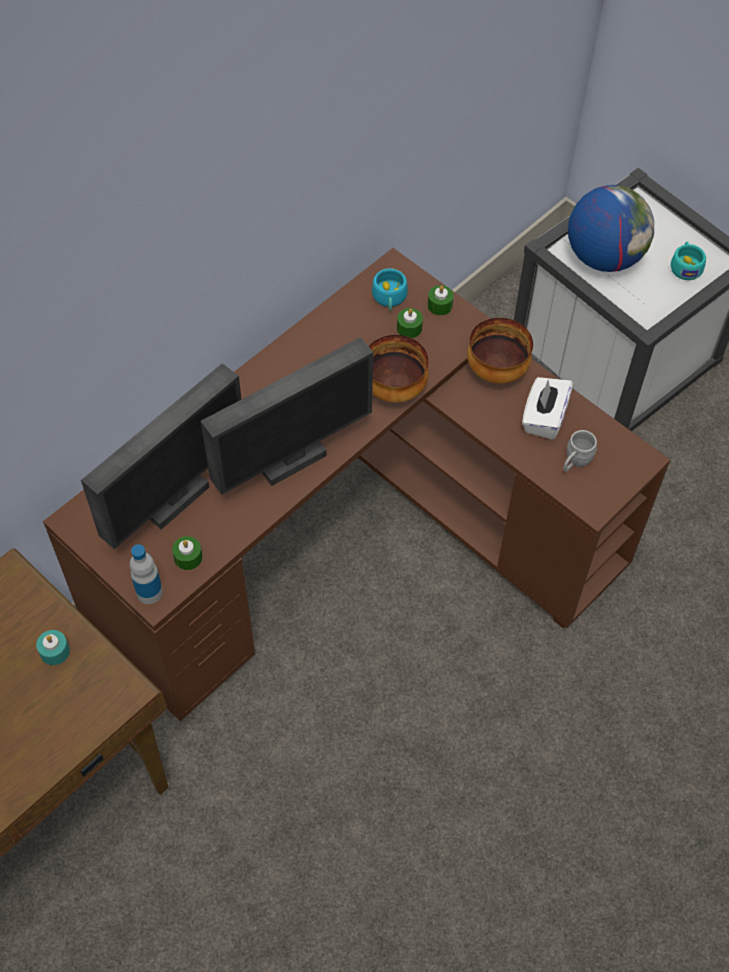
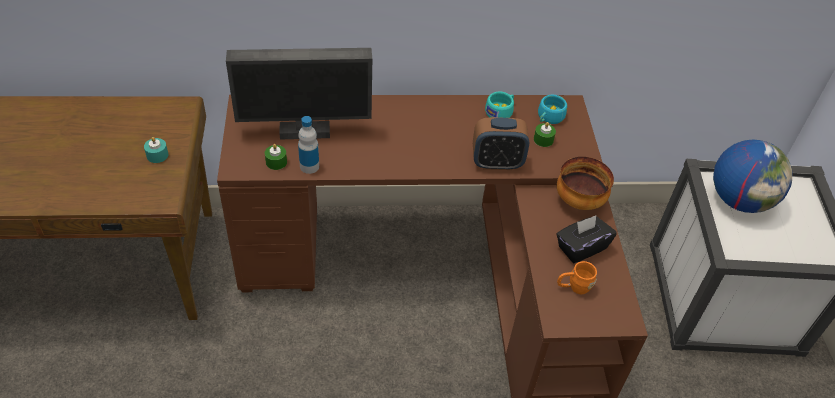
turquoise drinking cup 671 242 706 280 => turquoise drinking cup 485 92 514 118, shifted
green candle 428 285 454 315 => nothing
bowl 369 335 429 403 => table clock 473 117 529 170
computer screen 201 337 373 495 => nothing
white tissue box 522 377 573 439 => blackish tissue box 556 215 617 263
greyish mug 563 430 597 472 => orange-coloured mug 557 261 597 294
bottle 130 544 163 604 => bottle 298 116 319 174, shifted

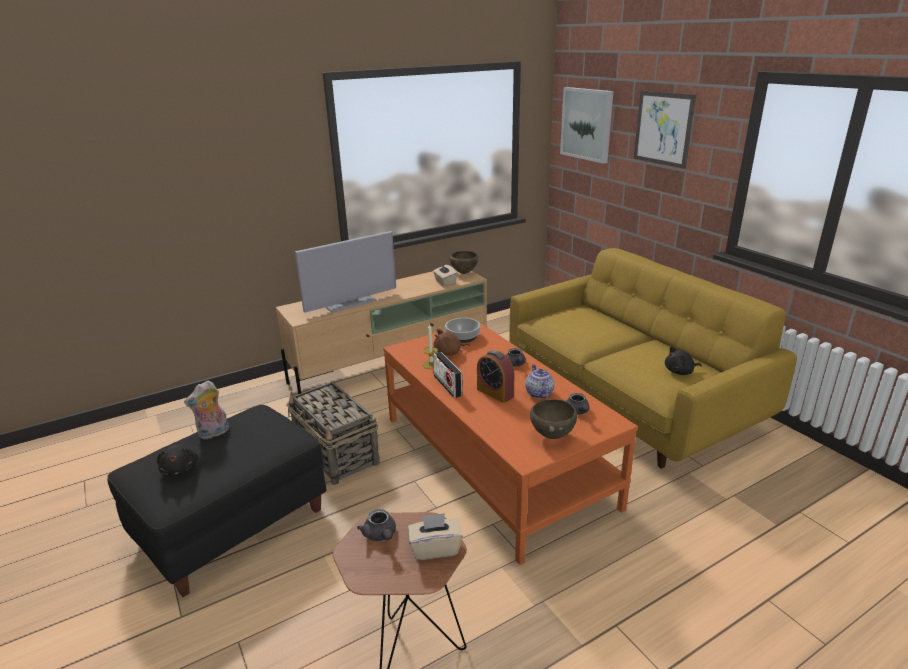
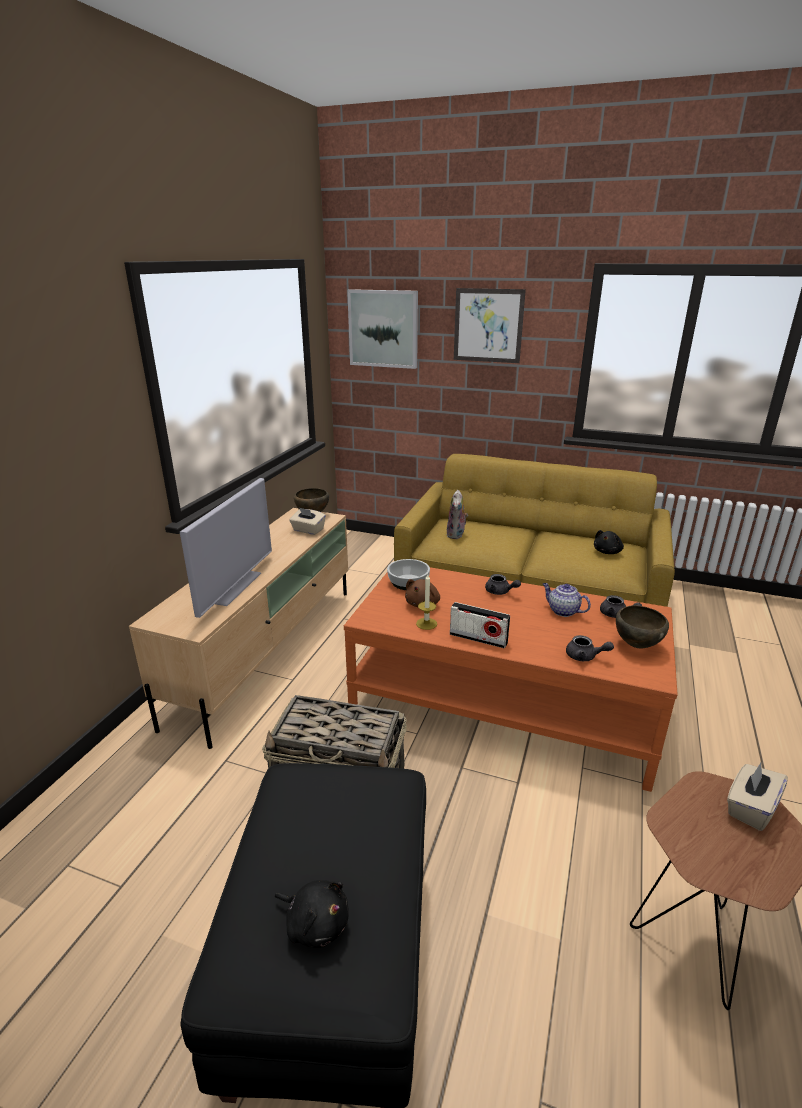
table clock 477 350 515 403 => nothing
soft toy 184 380 229 439 => soft toy 446 490 468 539, shifted
greyish teapot 357 509 396 541 => greyish teapot 566 635 614 661, shifted

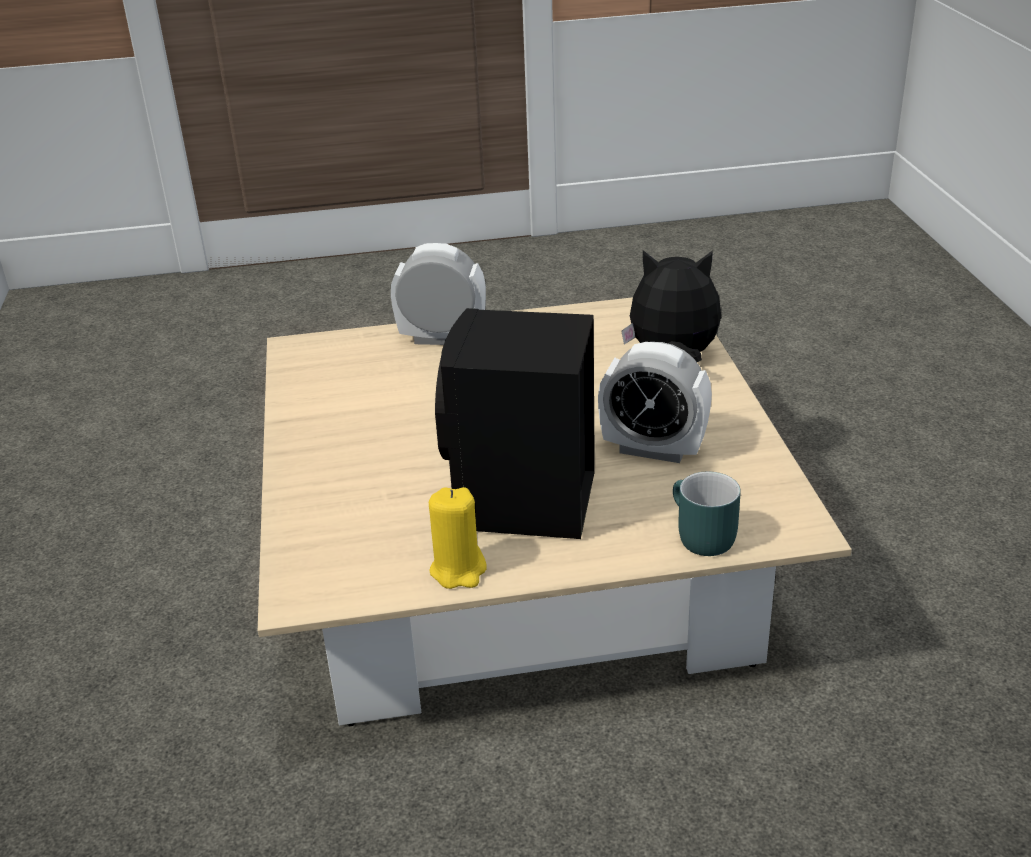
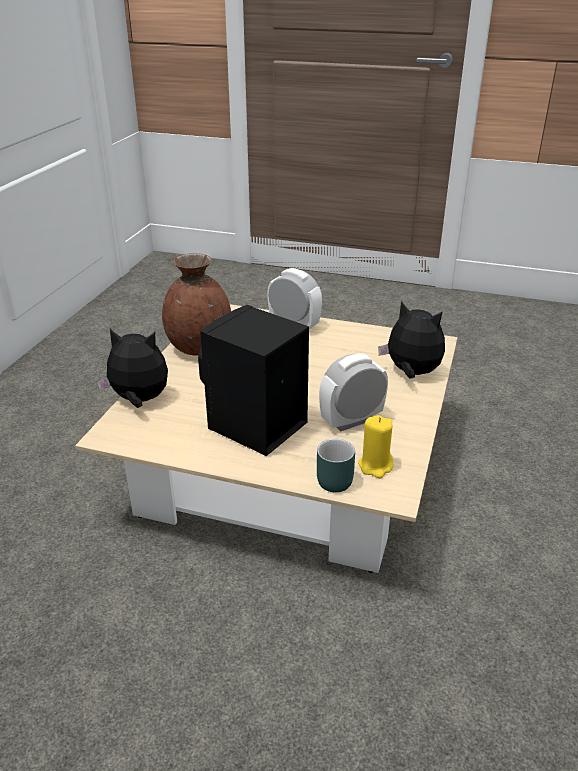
table clock 598 342 712 463 => table clock 319 353 388 431, 105 degrees clockwise
yellow candle 429 487 487 589 => yellow candle 358 415 393 478, shifted
nothing => brown vase 162 253 231 356
nothing => soft toy 97 329 168 408

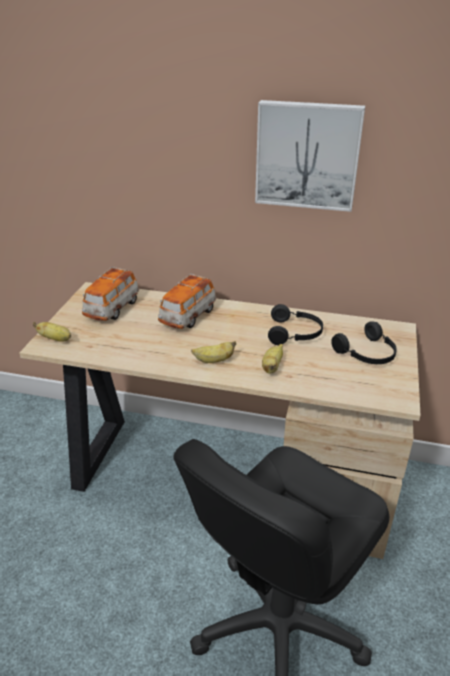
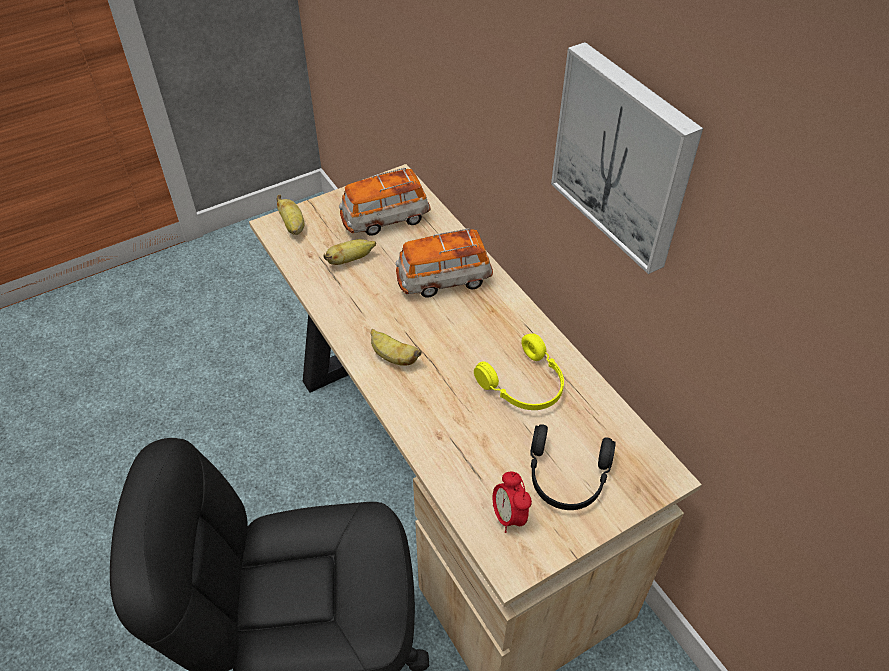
blackish pair of headphones 268 304 323 345 => yellow pair of headphones 474 333 564 410
banana 262 344 283 374 => banana 324 239 376 265, shifted
nothing => table clock 493 472 532 533

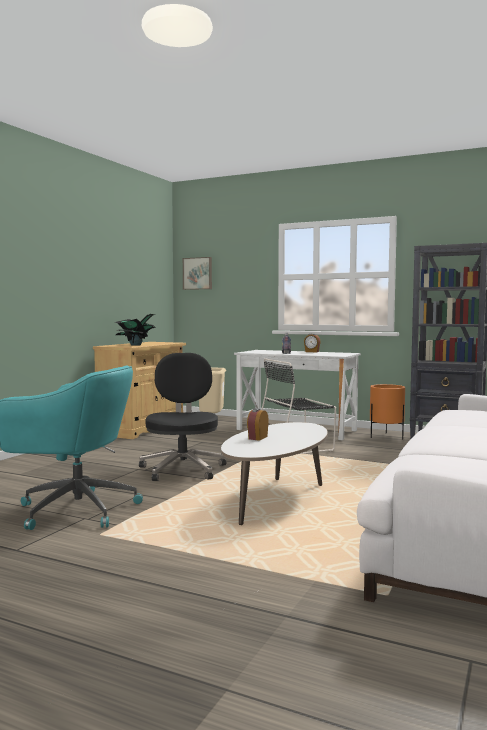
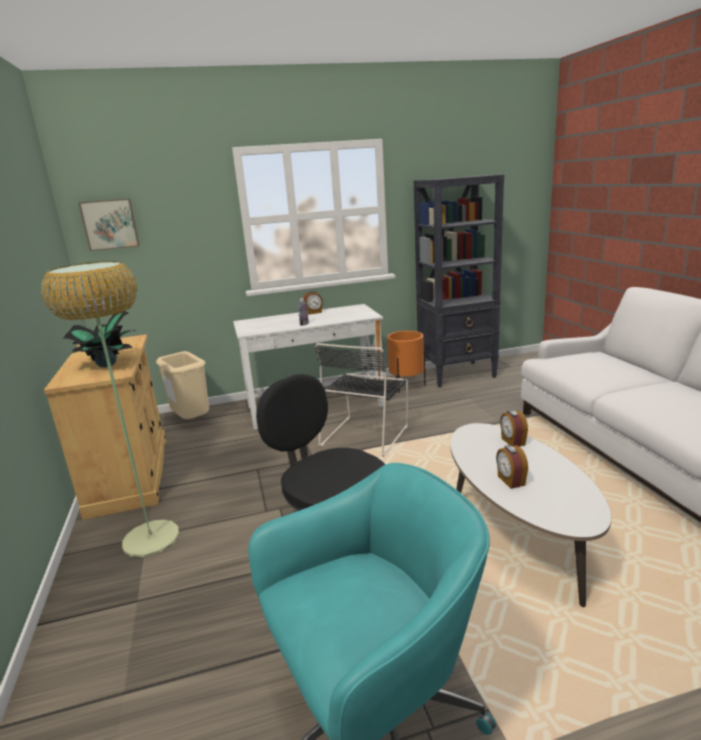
nothing => standing lamp 41 261 180 557
nothing => table clock 500 410 528 447

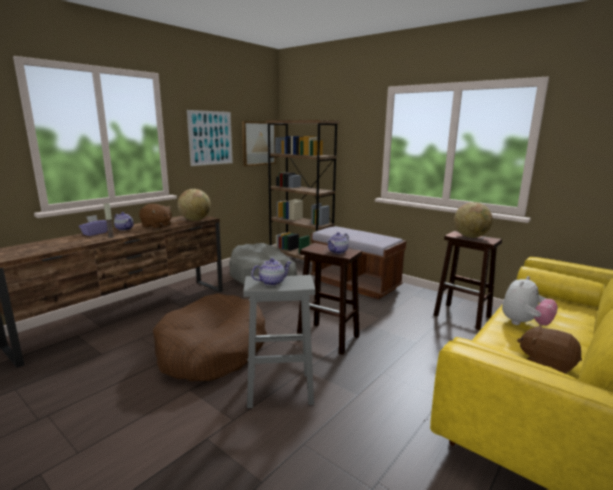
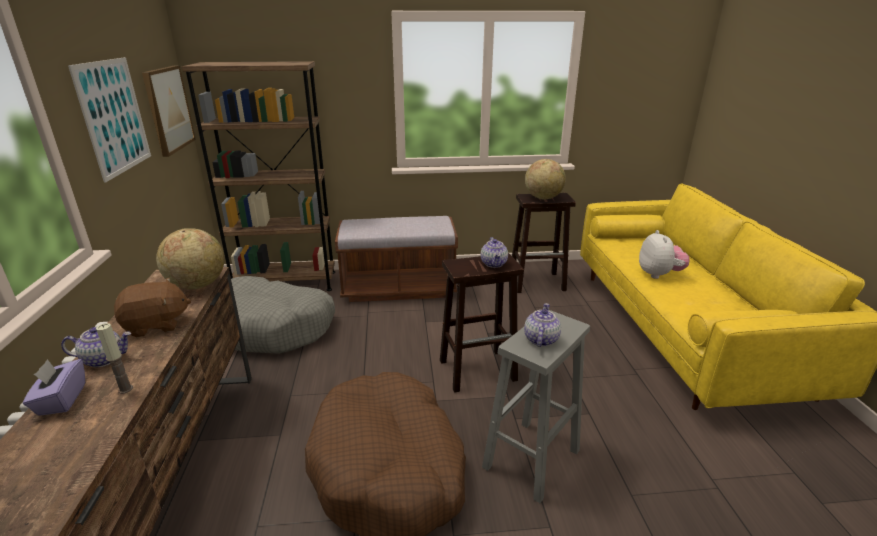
brown soft toy 517 324 582 374 => nothing

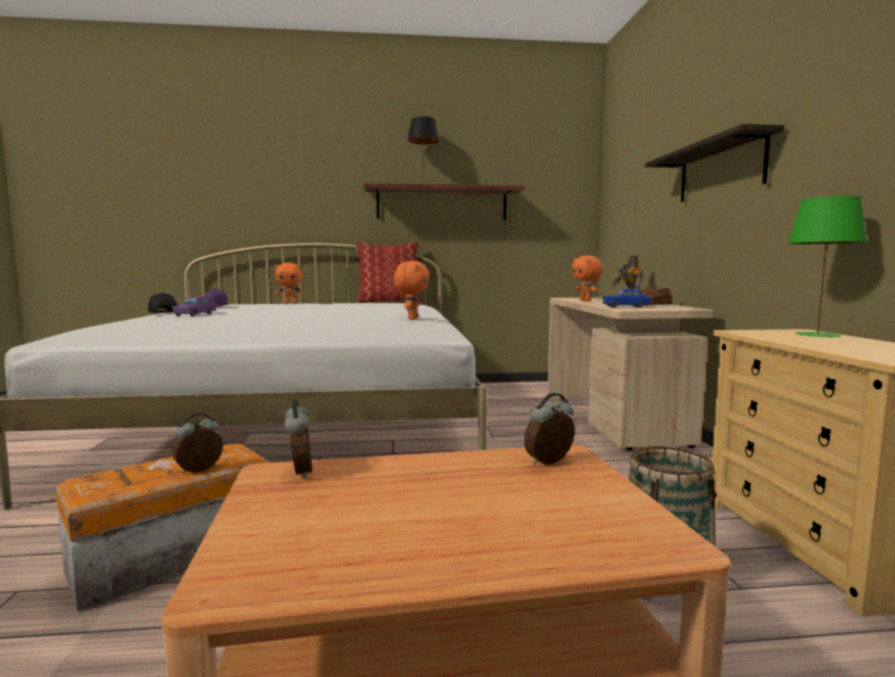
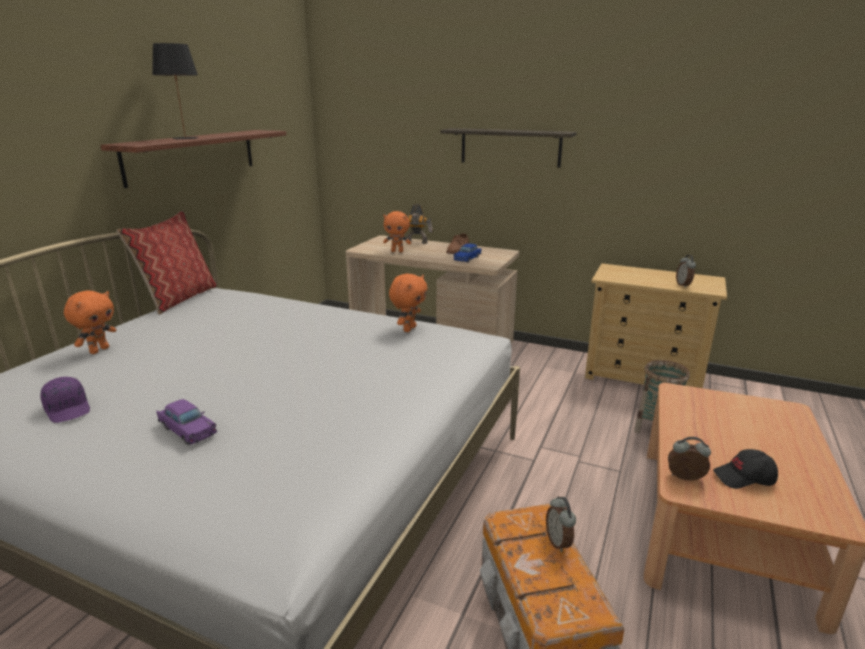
green tabletop lamp 788 196 867 338 => nothing
orange-coloured soft toy 394 261 430 320 => orange-coloured soft toy 389 274 428 332, 75 degrees clockwise
blackish cap 148 293 177 313 => blackish cap 713 449 778 489, shifted
table clock 524 393 575 465 => table clock 676 255 696 288, shifted

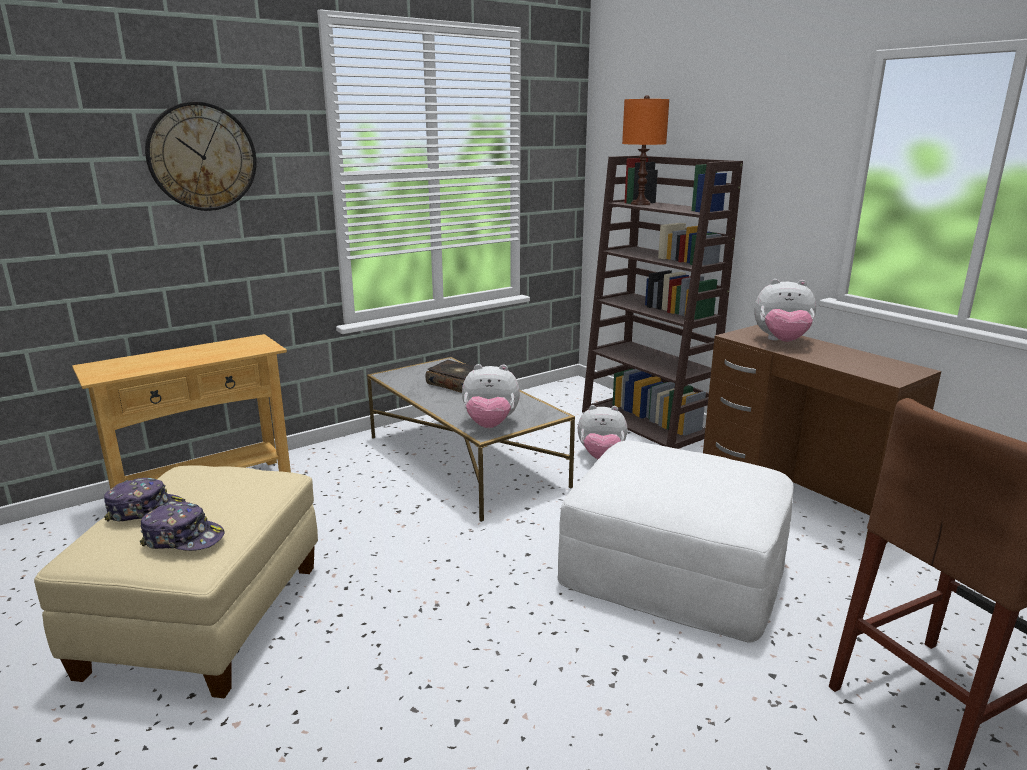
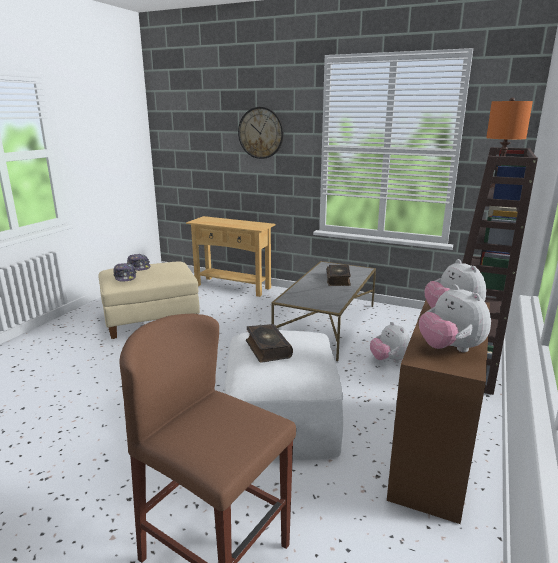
soft toy 462 364 520 428 => soft toy 419 284 491 352, shifted
nothing => bound book 246 324 293 363

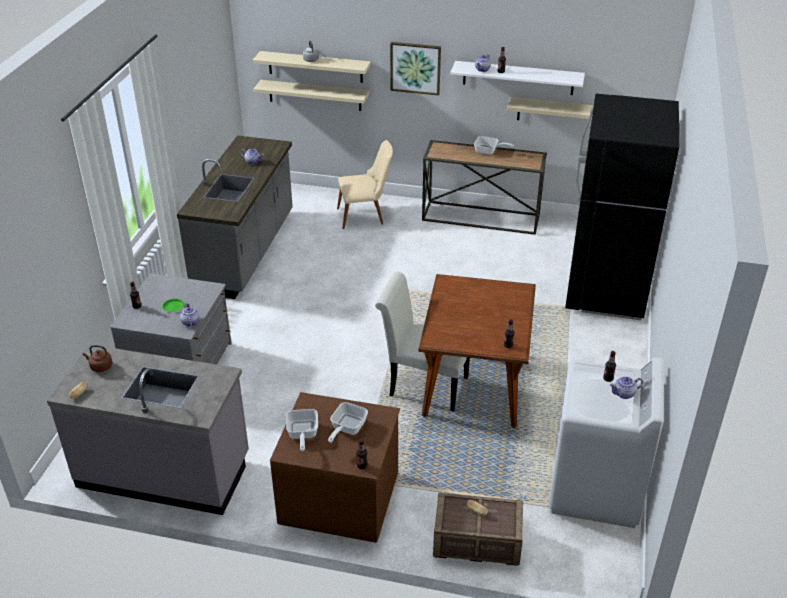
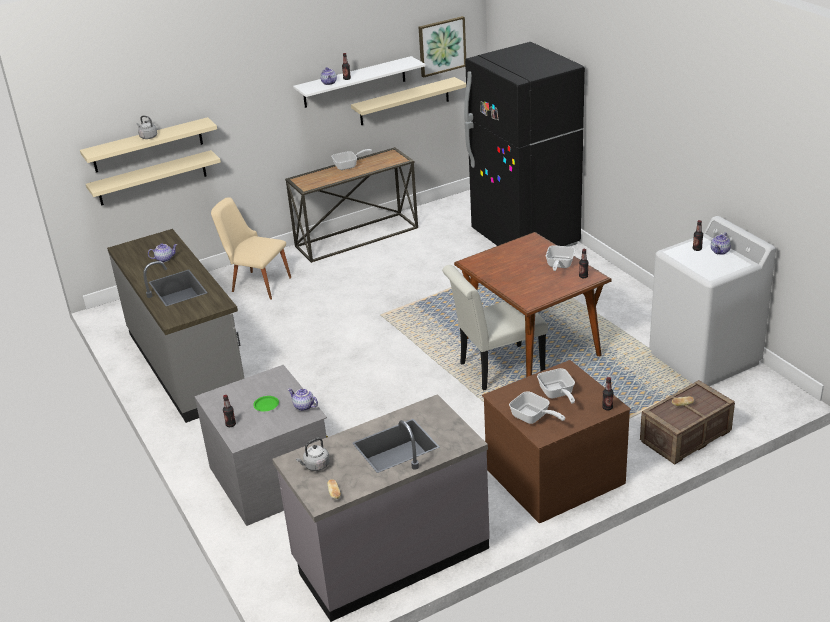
wall picture 390 42 441 95 => wall picture 419 16 466 78, shifted
beige chair 337 140 393 229 => beige chair 211 197 291 300, 105 degrees counterclockwise
brown tea kettle 83 345 113 372 => greyish tea kettle 296 438 330 471
nothing => skillet 546 245 575 271

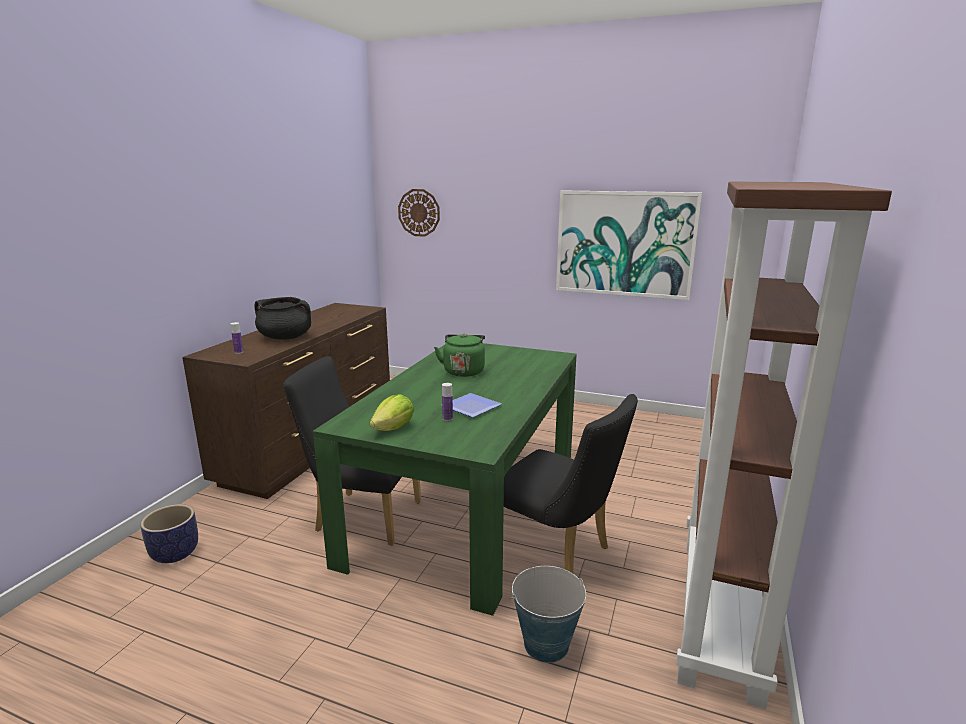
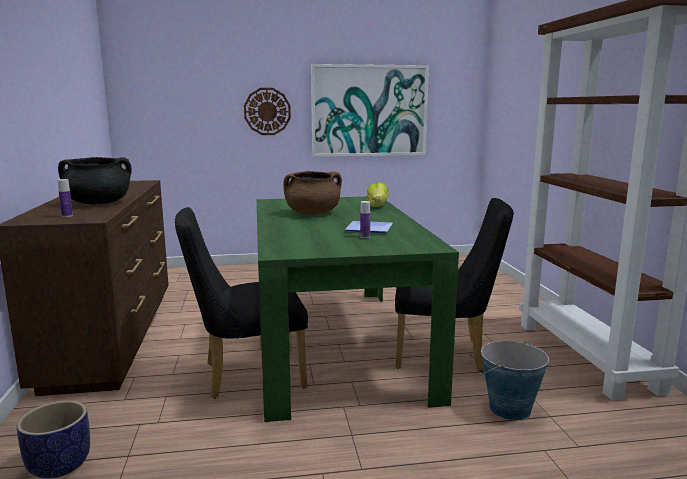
wall clock 398 189 440 237 => wall clock 244 88 291 135, shifted
green tea kettle 434 333 485 377 => brown stockpot 283 171 342 214
lettuce 370 394 414 431 => lettuce 366 182 389 207, shifted

